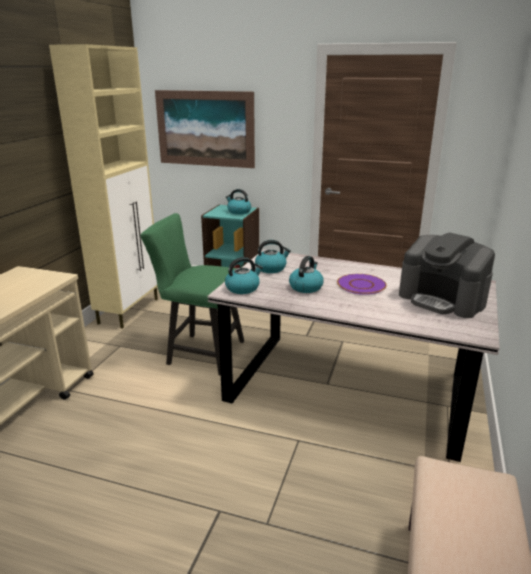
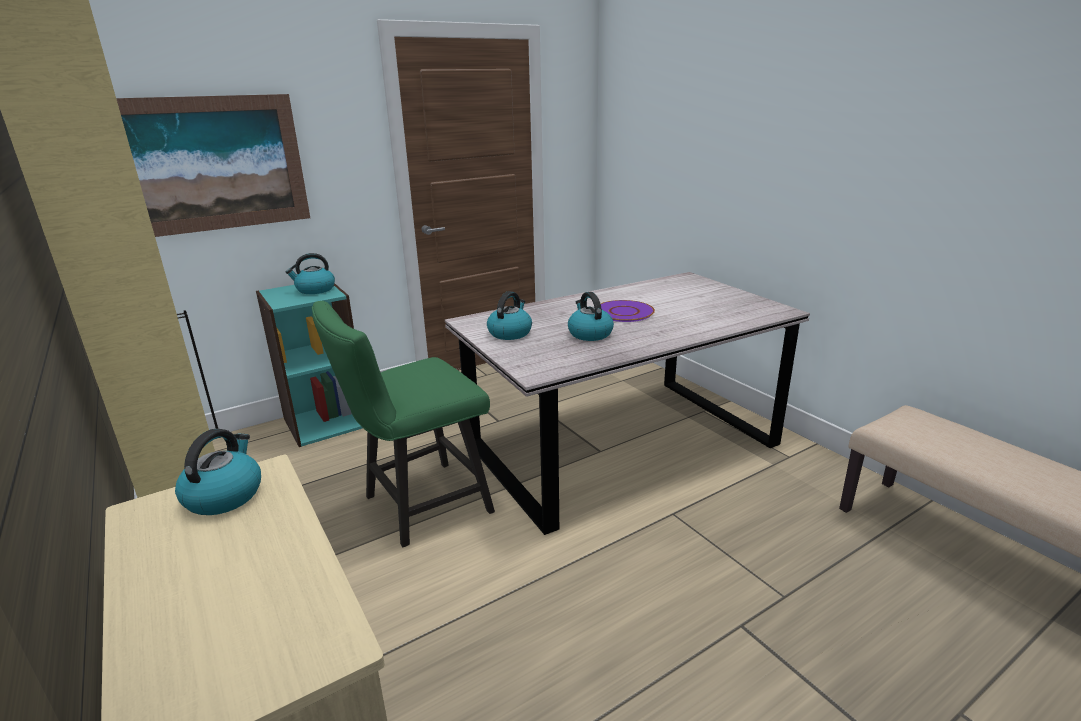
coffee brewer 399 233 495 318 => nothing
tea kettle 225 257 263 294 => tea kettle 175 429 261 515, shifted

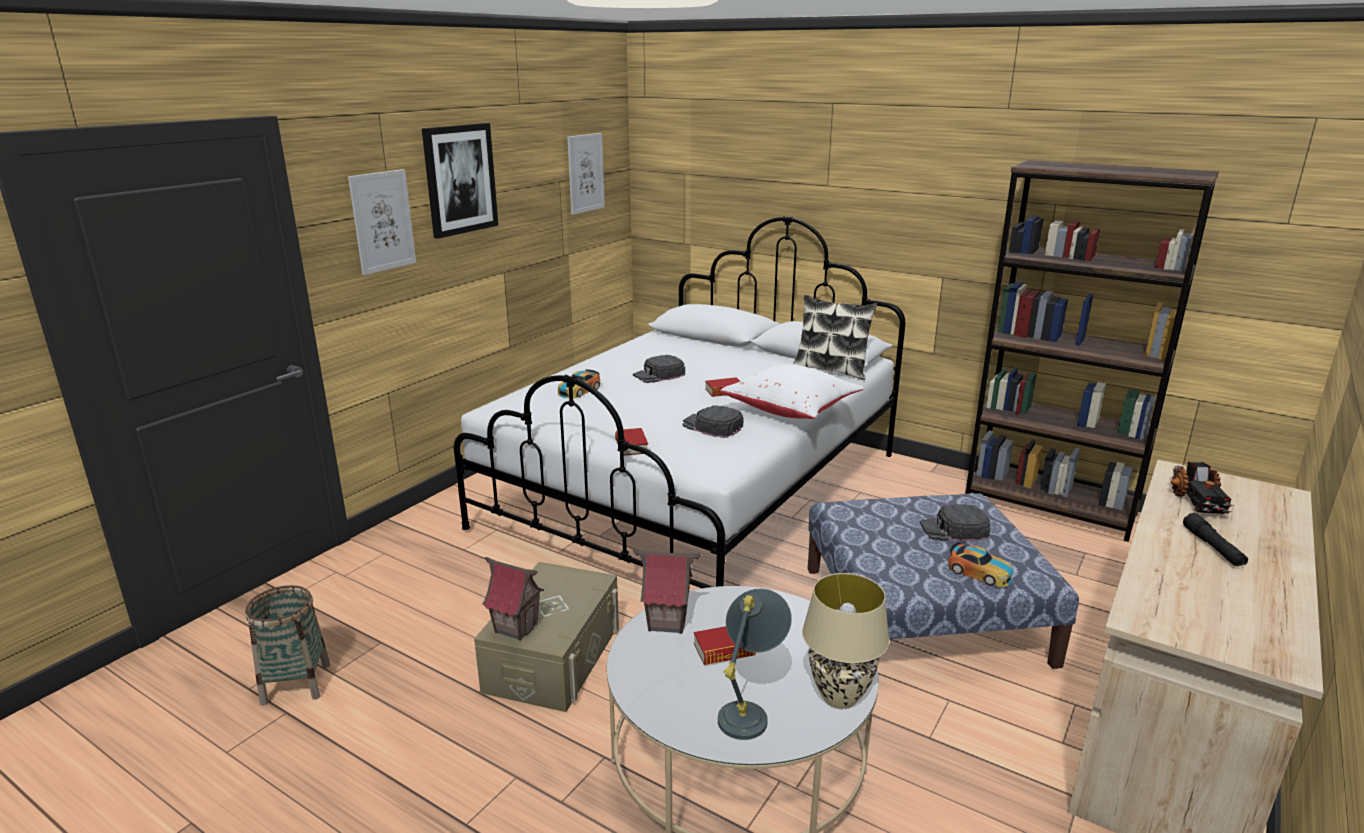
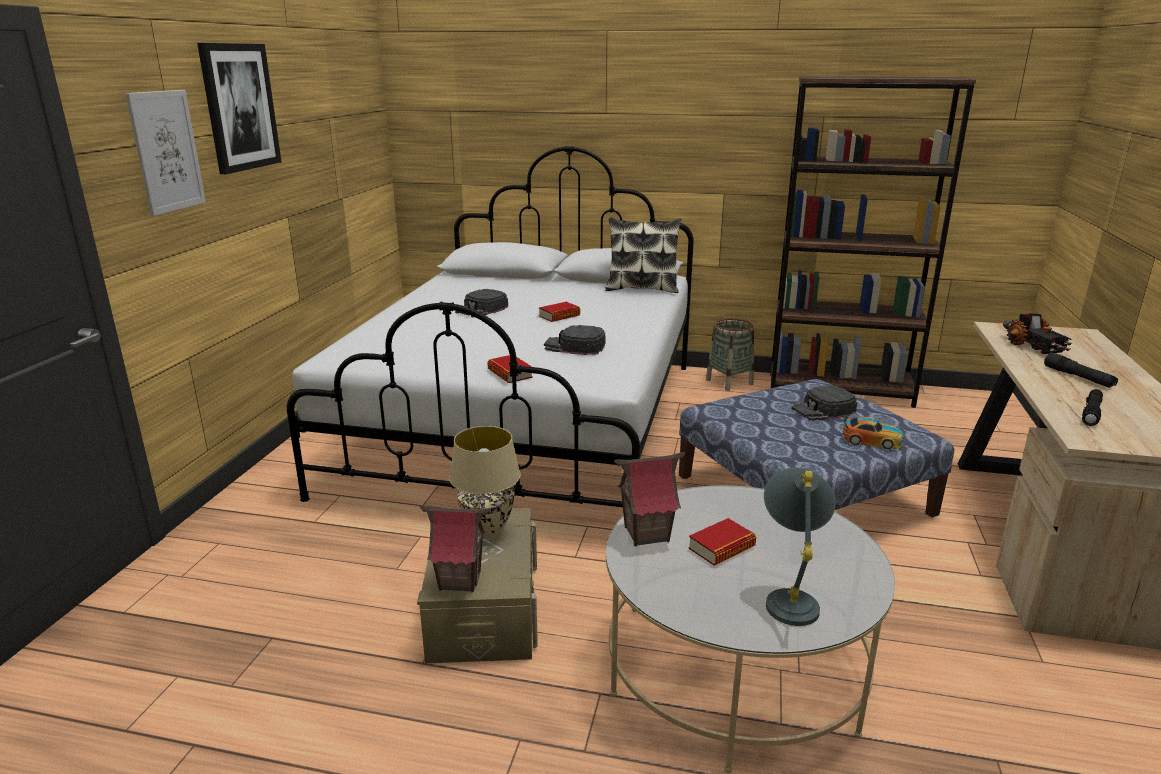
wall picture 567 133 605 215 => nothing
white throw pillow 721 364 864 419 => nothing
model car 558 369 600 399 => nothing
beige tabletop lamp 802 573 890 709 => beige tabletop lamp 449 426 521 538, shifted
household basket 245 585 330 705 => household basket 706 319 754 391, shifted
nothing => blackish torch 1082 389 1103 426

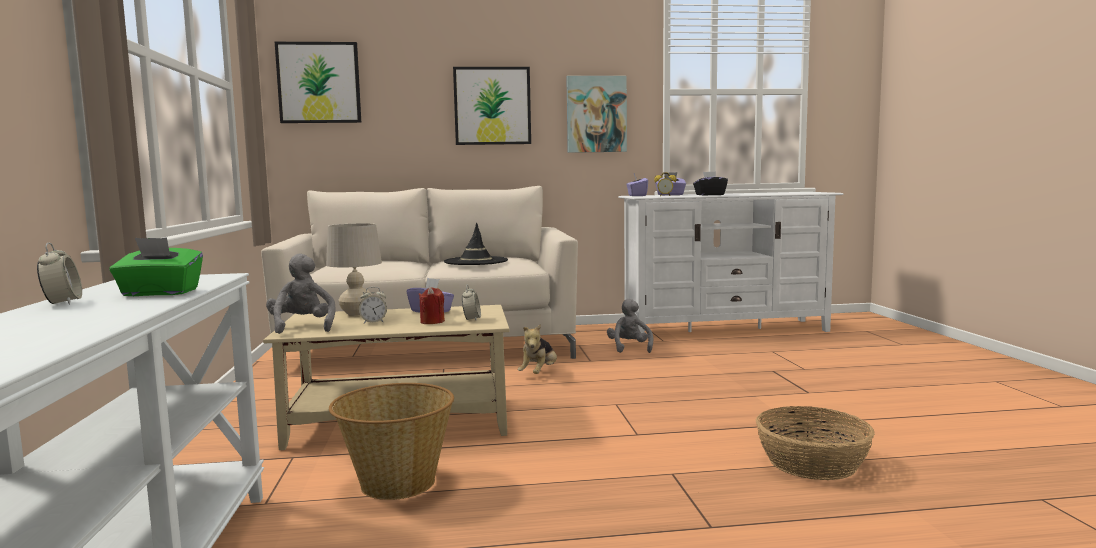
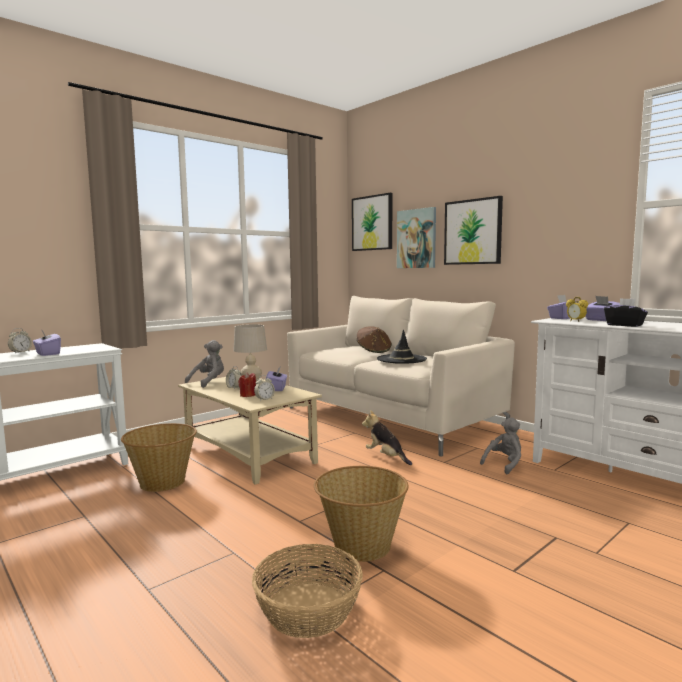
wall picture 566 76 627 153 => wall picture 397 207 436 268, shifted
green tissue box 110 237 203 296 => purple tissue box 33 330 61 356
soft toy 518 324 557 374 => soft toy 362 410 412 465, 60 degrees clockwise
nothing => brown hat 356 326 392 353
nothing => household basket 314 466 409 562

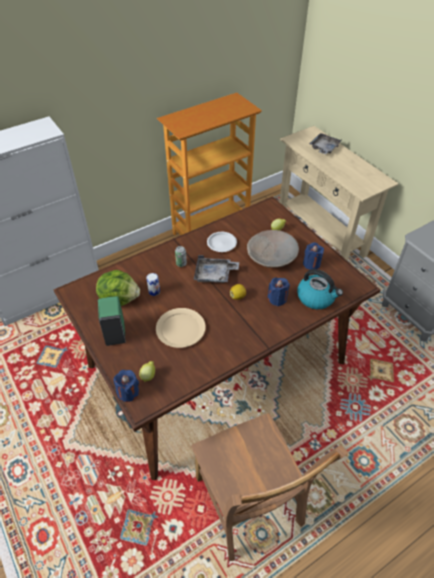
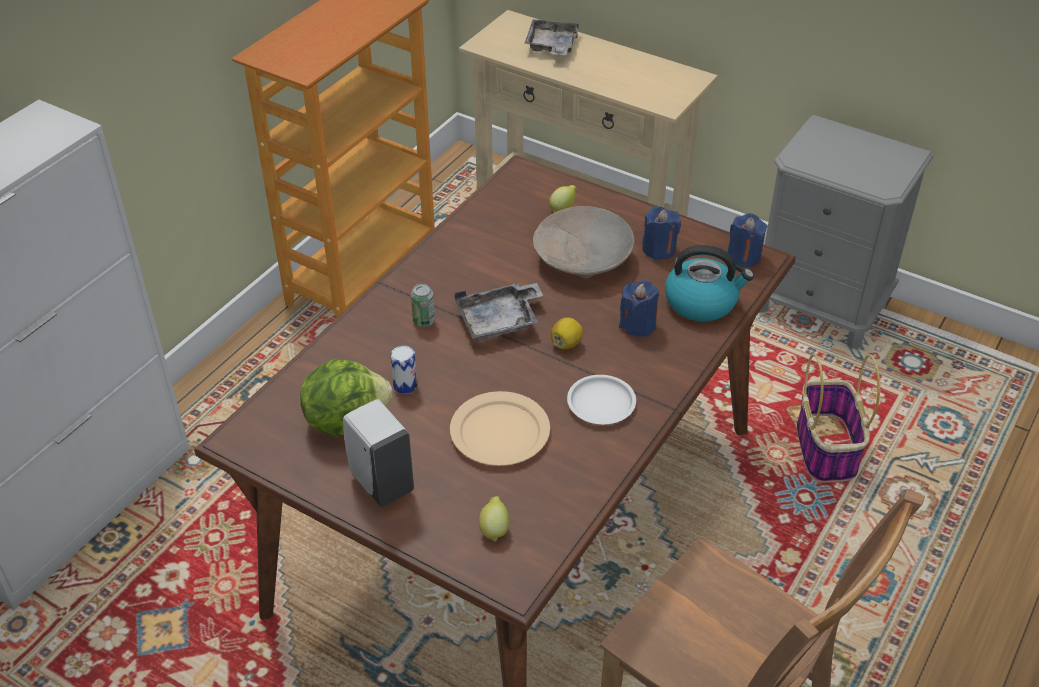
white plate 207 232 237 252 => white plate 567 375 636 424, shifted
green soap dispenser 98 296 126 346 => white soap dispenser 343 399 414 507
blue-coloured candle 113 370 139 402 => blue-coloured candle 727 213 767 267, shifted
nothing => household basket 797 353 880 483

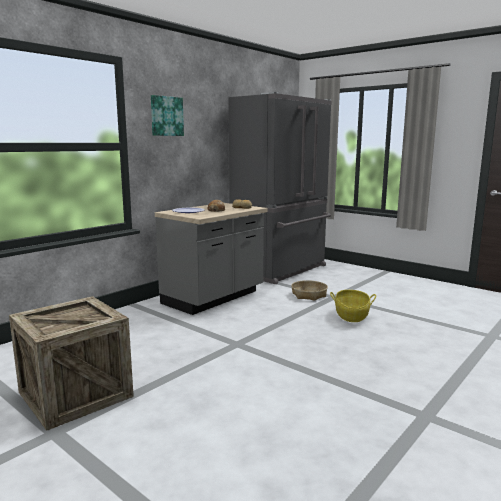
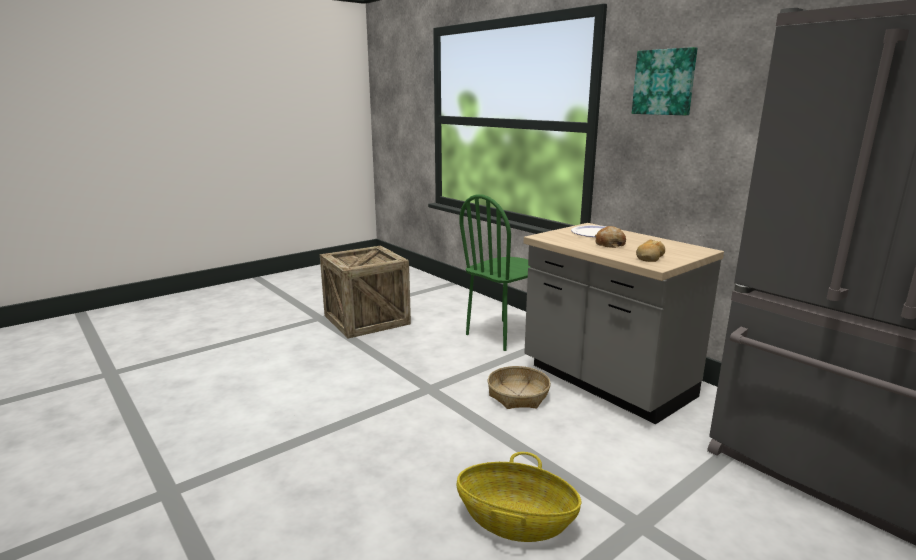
household basket 291 280 328 301 => household basket 488 366 551 409, shifted
nothing => green chair 459 194 531 351

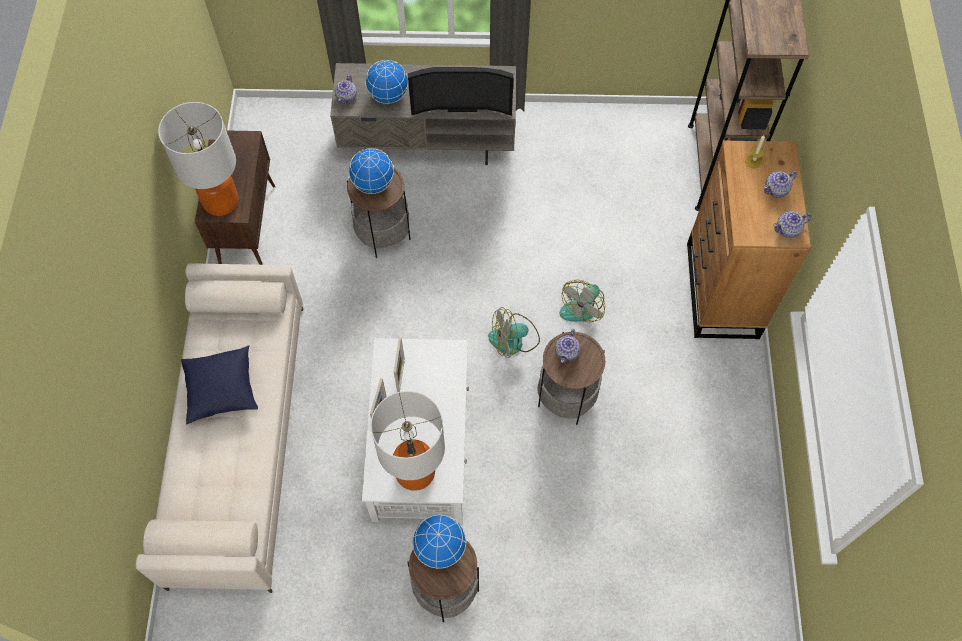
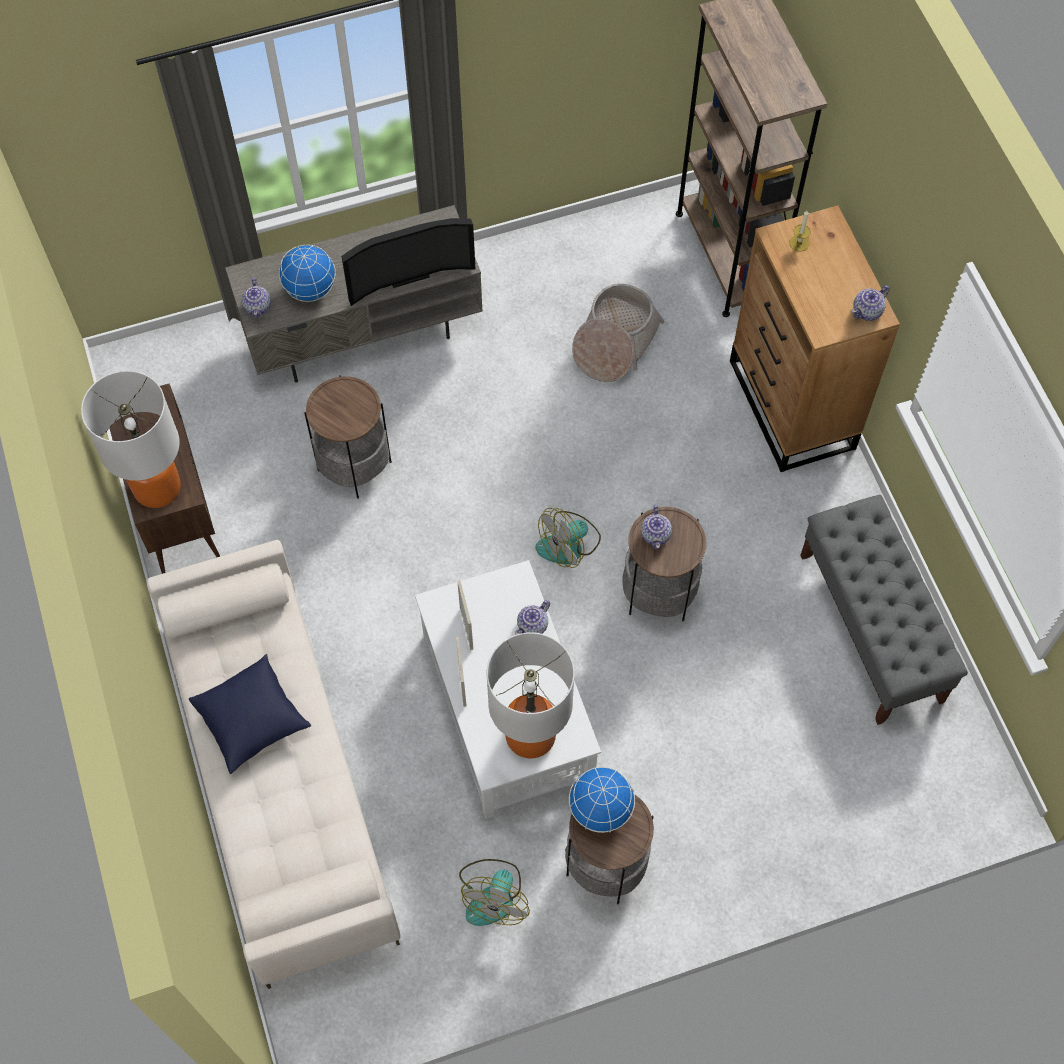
world globe 348 148 394 194 => nothing
teapot 763 171 797 197 => teapot 515 600 550 635, shifted
electric fan 559 280 605 322 => electric fan 459 859 530 926, shifted
nothing => household basket 572 284 664 382
nothing => greyish long seat 800 495 968 725

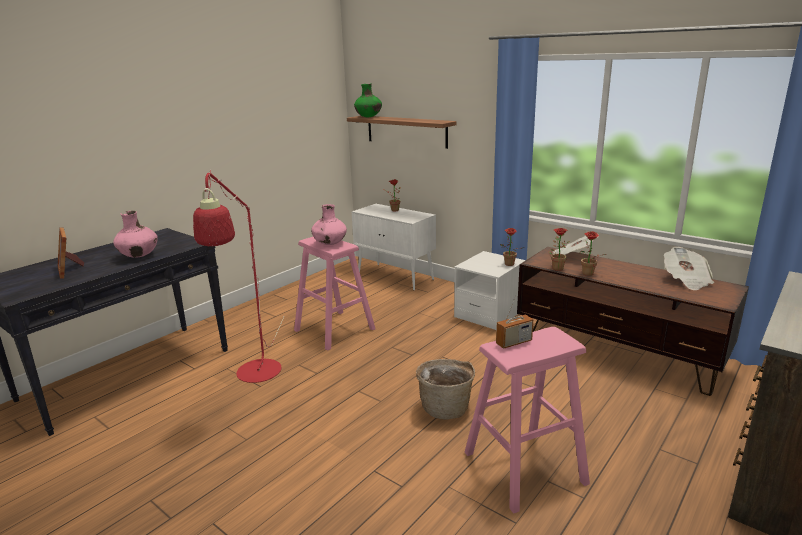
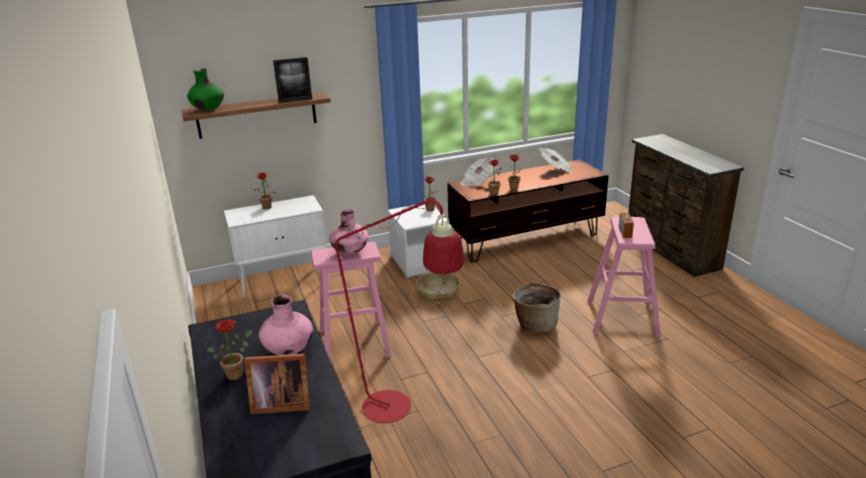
nothing => standing frame 273 57 312 103
nothing => household basket 416 272 460 303
nothing => potted plant 207 319 252 381

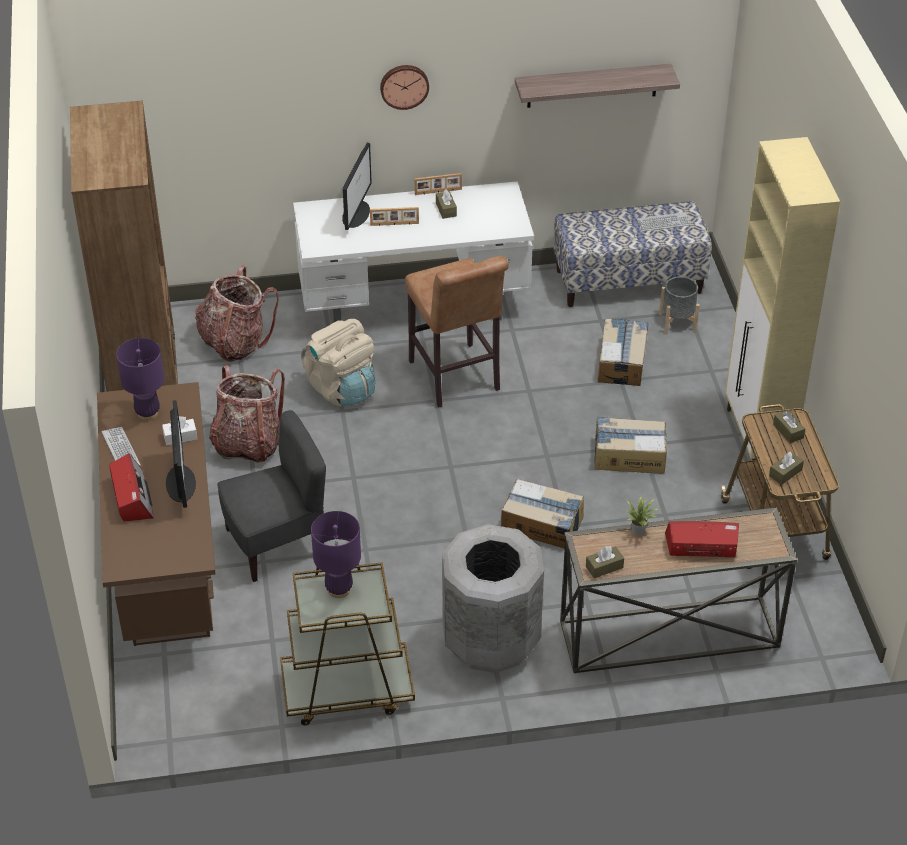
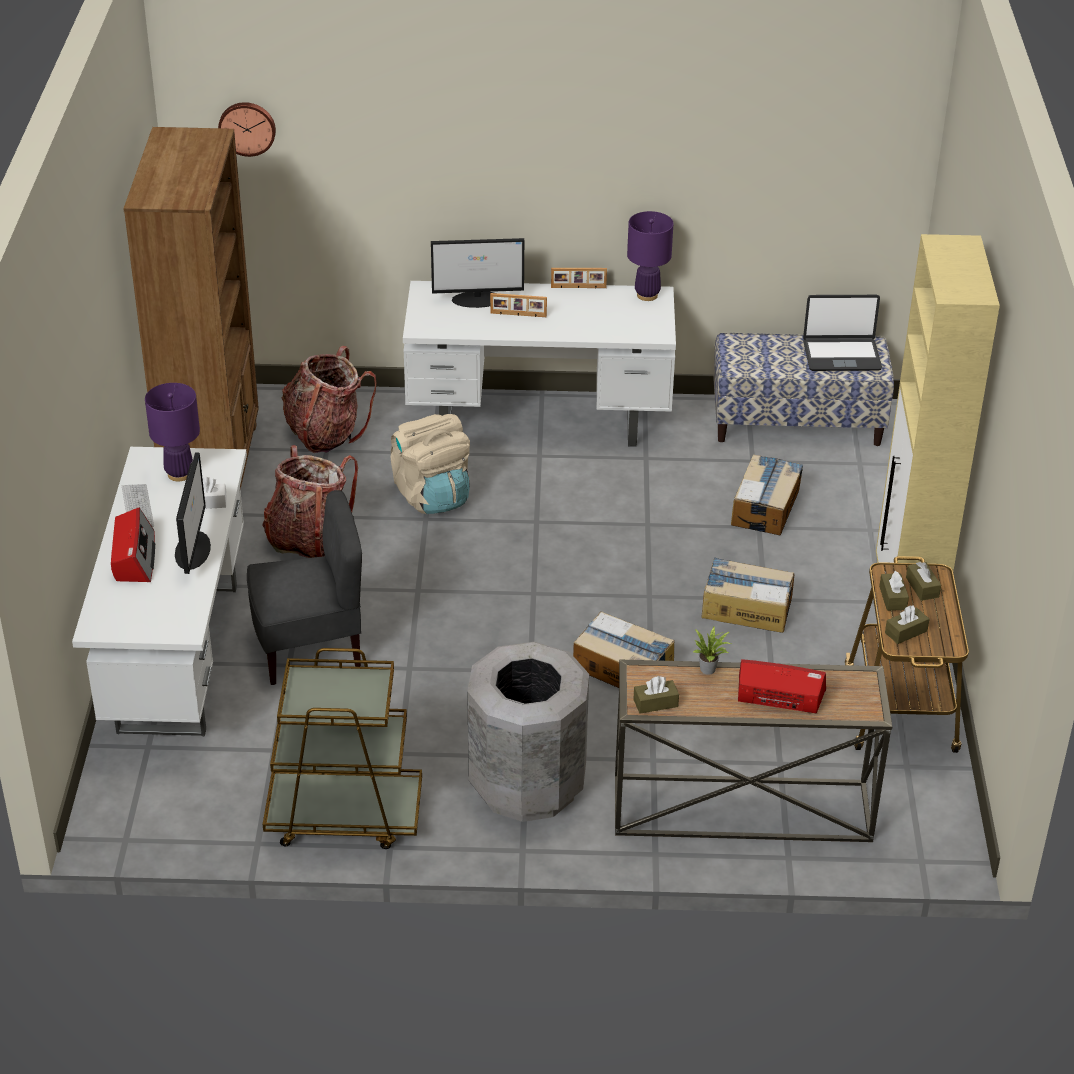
shelf 515 64 680 108 => nothing
wall clock 380 65 429 110 => wall clock 218 102 276 157, shifted
computer screen 342 143 372 230 => computer screen 431 238 524 308, 60 degrees clockwise
brown tissue box 436 189 457 219 => brown tissue box 879 571 909 611, shifted
keyboard 637 212 691 231 => portable computer 803 295 882 371
brown stool seat 405 256 509 408 => nothing
greyish planter 659 276 700 334 => nothing
brown desk 97 382 215 646 => white desk 72 447 247 736
purple tabletop lamp 311 511 361 598 => purple tabletop lamp 627 211 673 301, shifted

